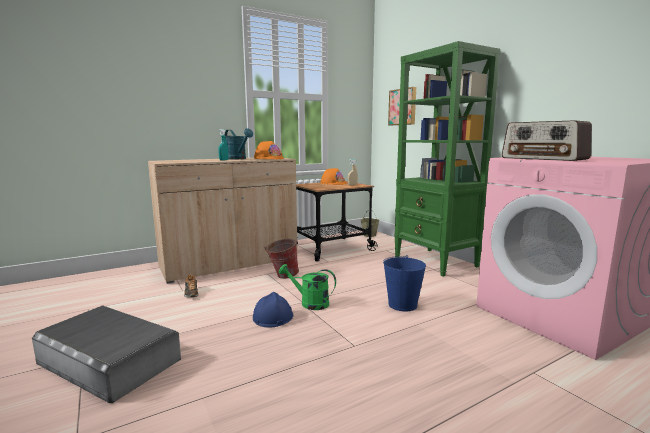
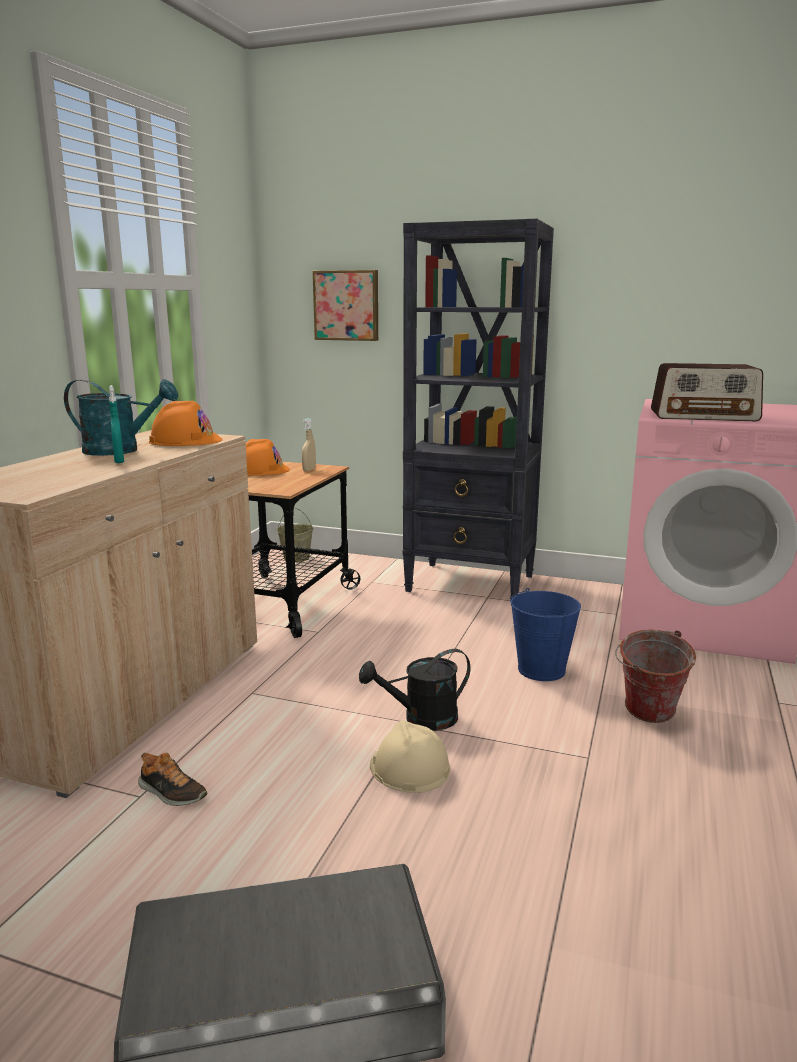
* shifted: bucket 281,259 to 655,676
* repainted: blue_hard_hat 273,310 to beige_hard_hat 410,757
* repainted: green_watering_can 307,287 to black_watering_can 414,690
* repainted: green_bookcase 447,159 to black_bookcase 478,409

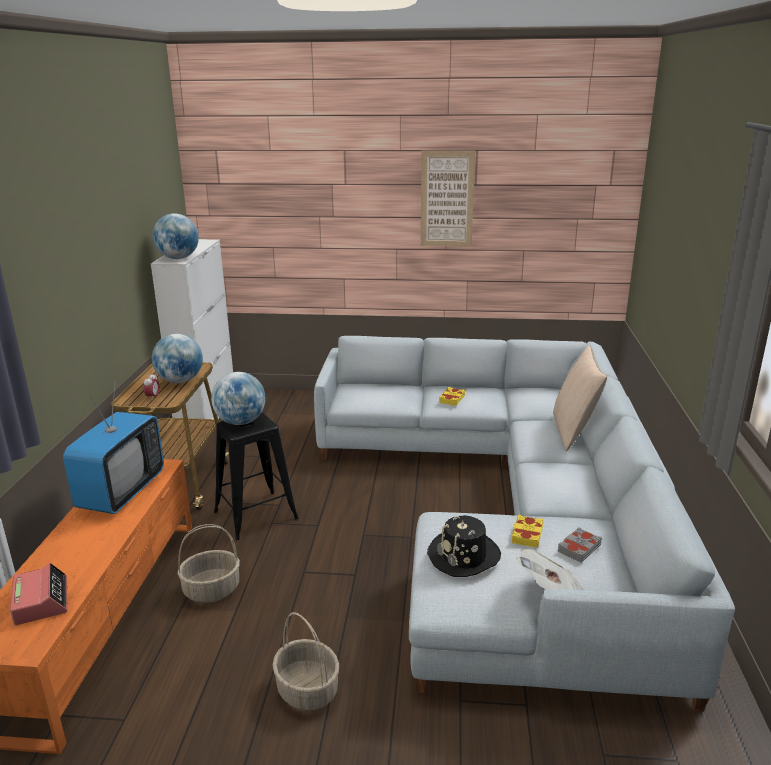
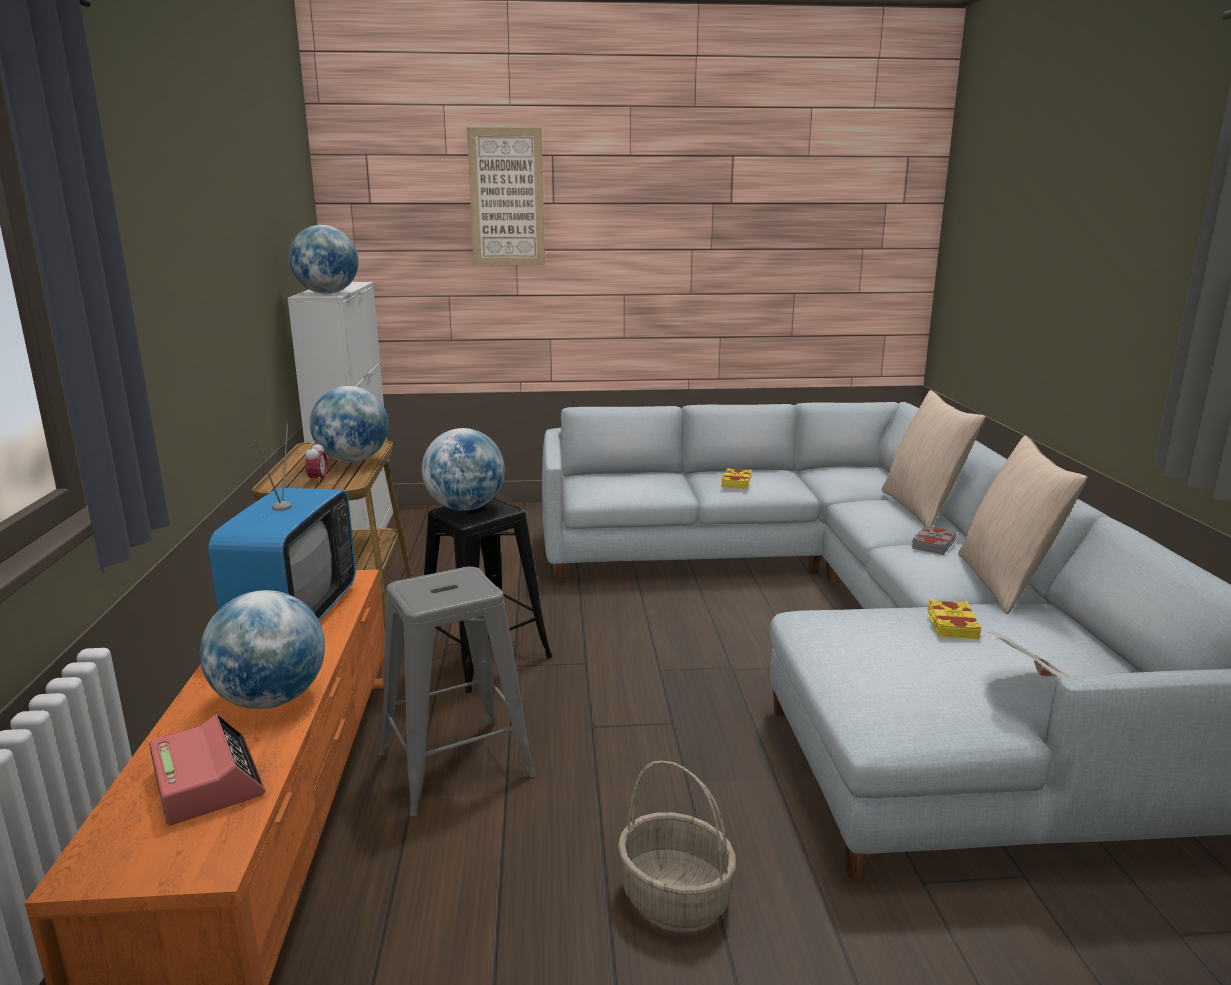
* gone: black_hat 464,546
* new: globe 262,649
* new: beige_pillow 1023,525
* shifted: picture 448,199 to 506,196
* shifted: grey_book 580,545 to 934,540
* swapped: basket 209,563 to grey_stool 457,691

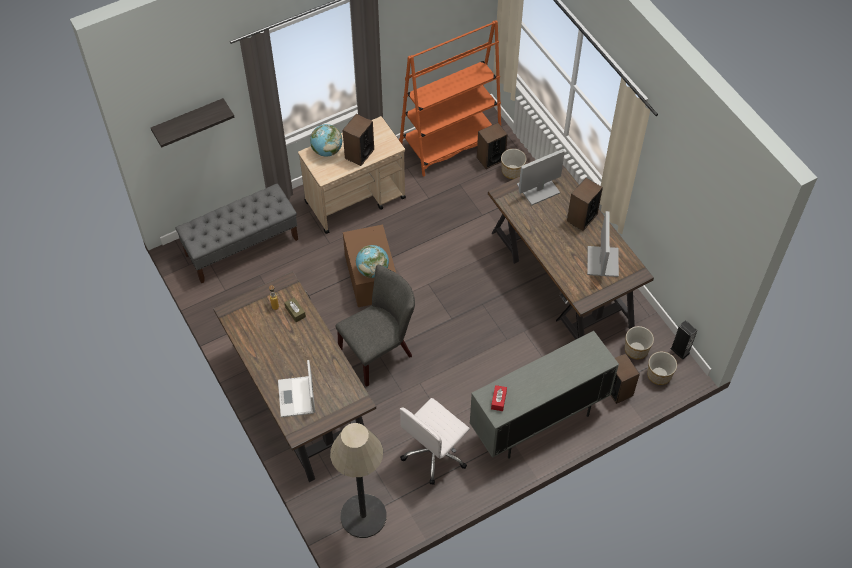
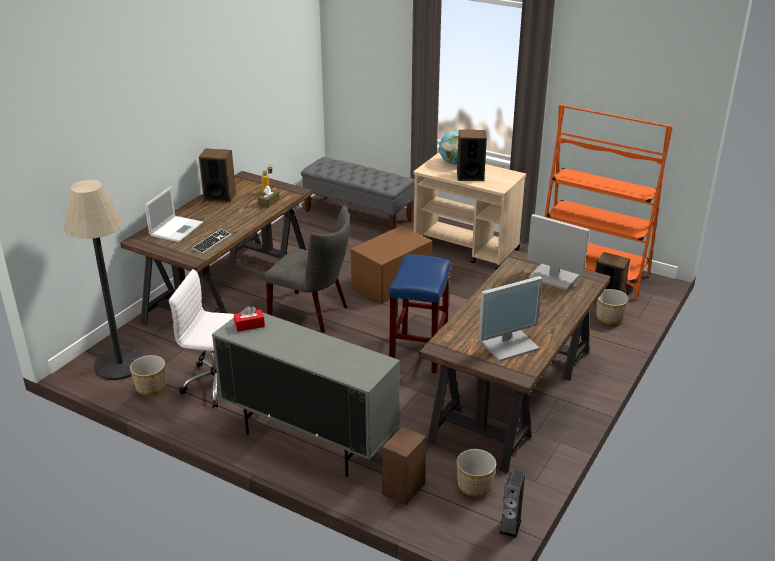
* gone: shelf 193,123
* gone: globe 372,261
* new: keyboard 211,241
* new: blue_stool 420,314
* shifted: speaker 585,204 to 217,176
* shifted: planter 662,368 to 148,375
* rotated: laptop 296,388 = 174,214 150 degrees clockwise

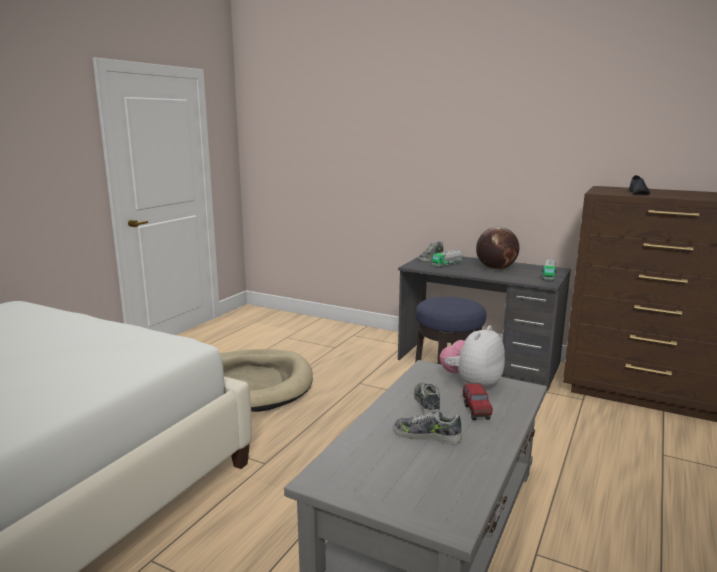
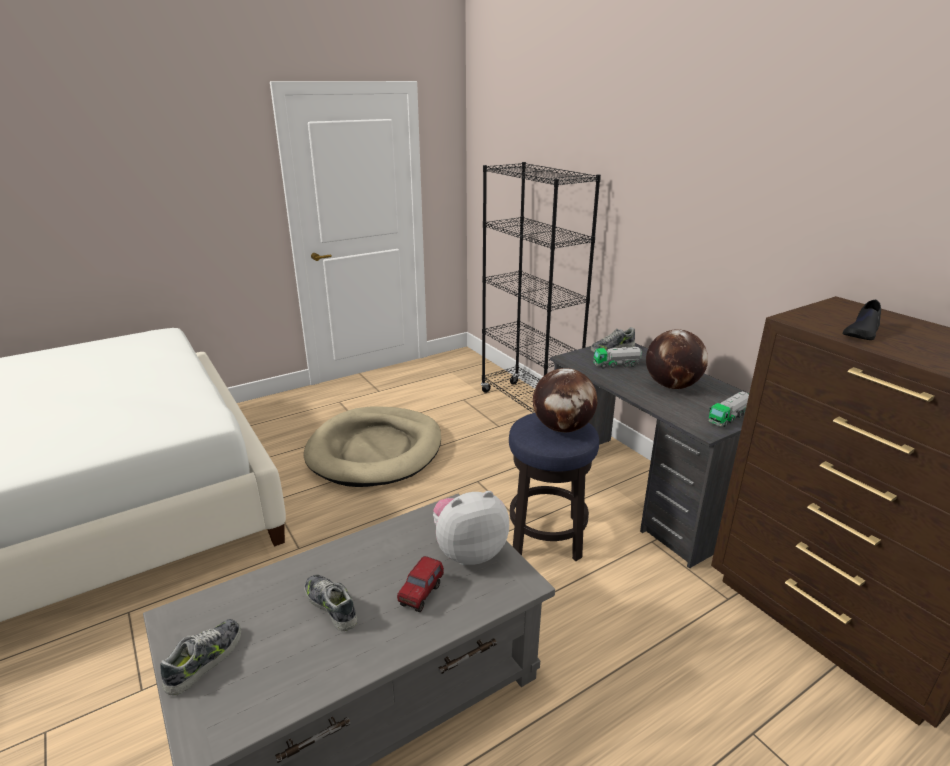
* new: black_bookcase 541,287
* new: globe 565,400
* shifted: shoe 427,399 to 200,657

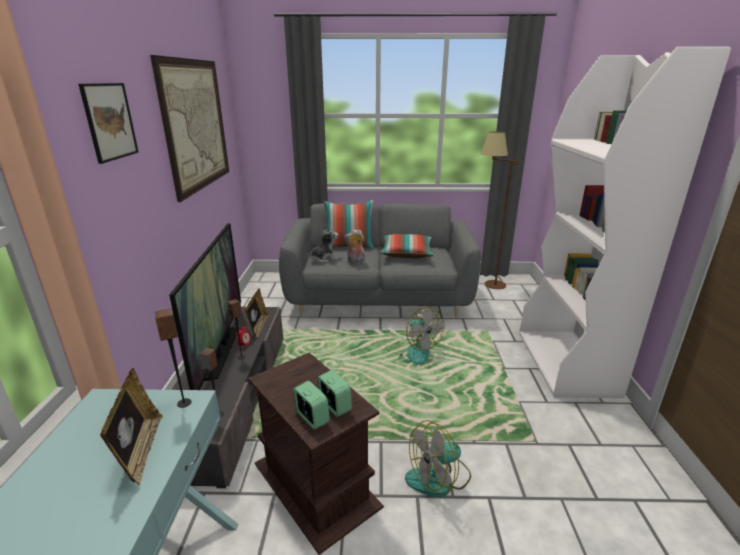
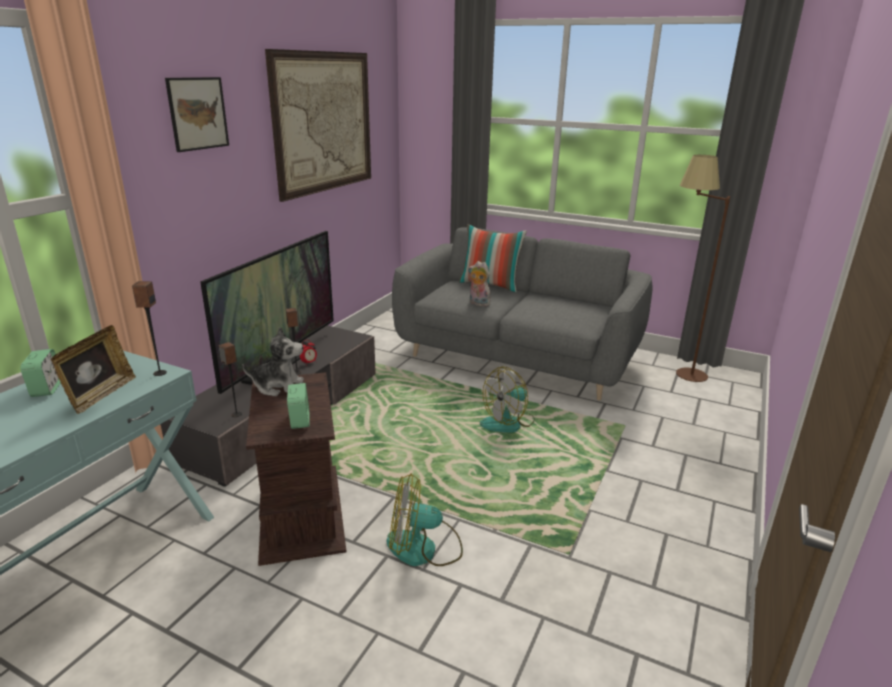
* gone: picture_frame 257,313
* gone: pillow 407,246
* gone: white_bookcase 625,222
* shifted: alarm_clock 311,405 to 40,373
* shifted: plush_toy 322,244 to 273,361
* rotated: fan 418,335 = 507,399 60 degrees clockwise

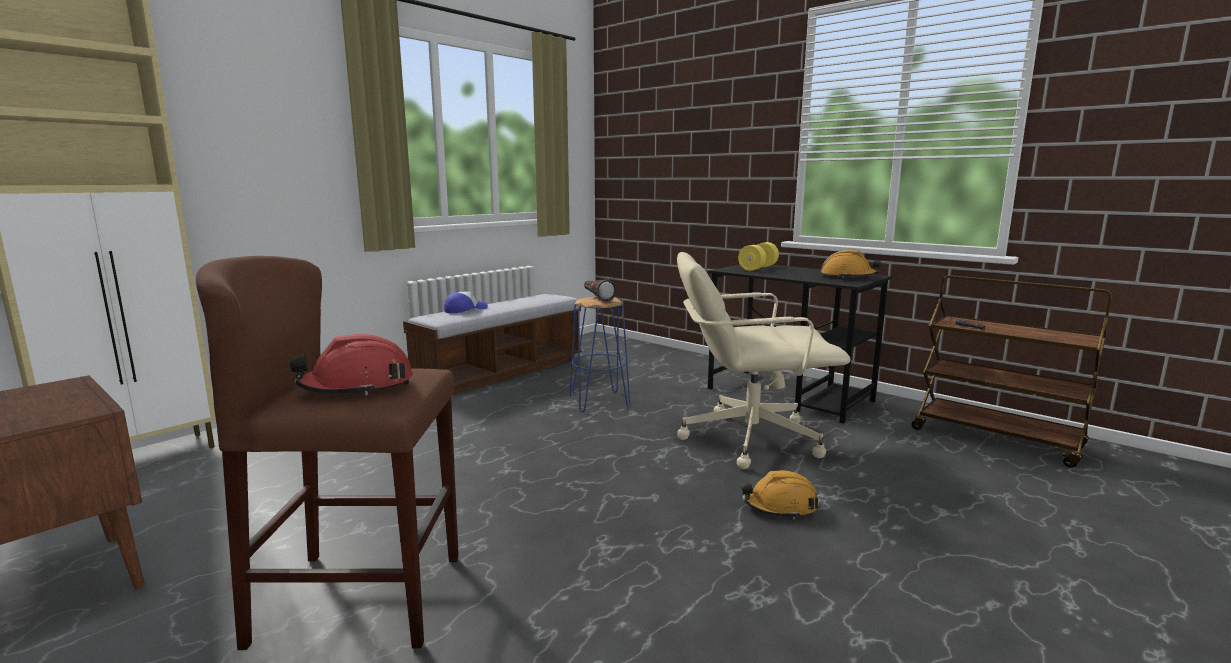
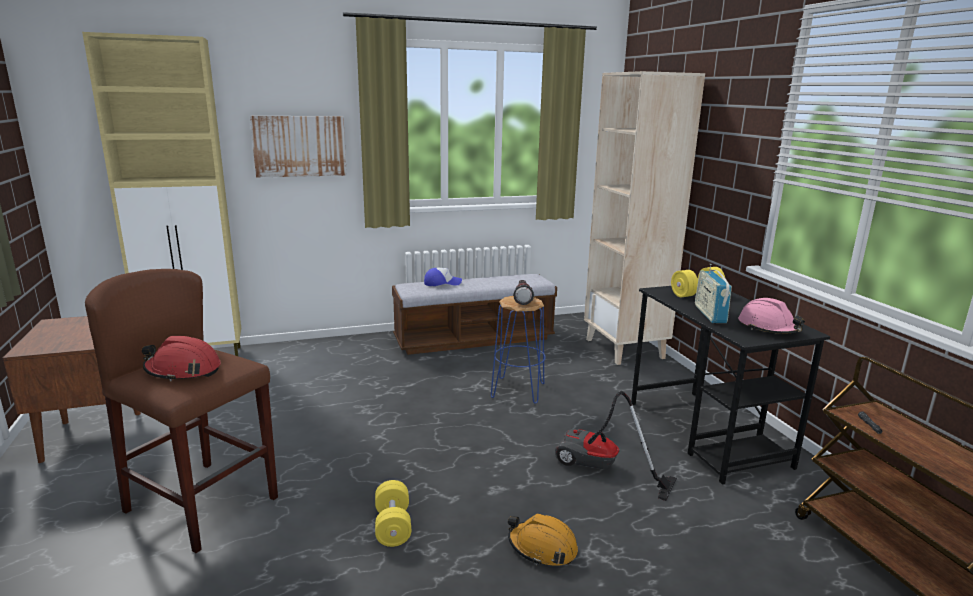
* new: picture 298,146
* new: yellow_dumbbell 393,513
* new: beige_bookcase 644,218
* new: radio 713,293
* swapped: beige_office_chair 763,360 to vacuum_cleaner 616,446
* repainted: orange_hard_hat 851,264 to pink_hard_hat 771,316

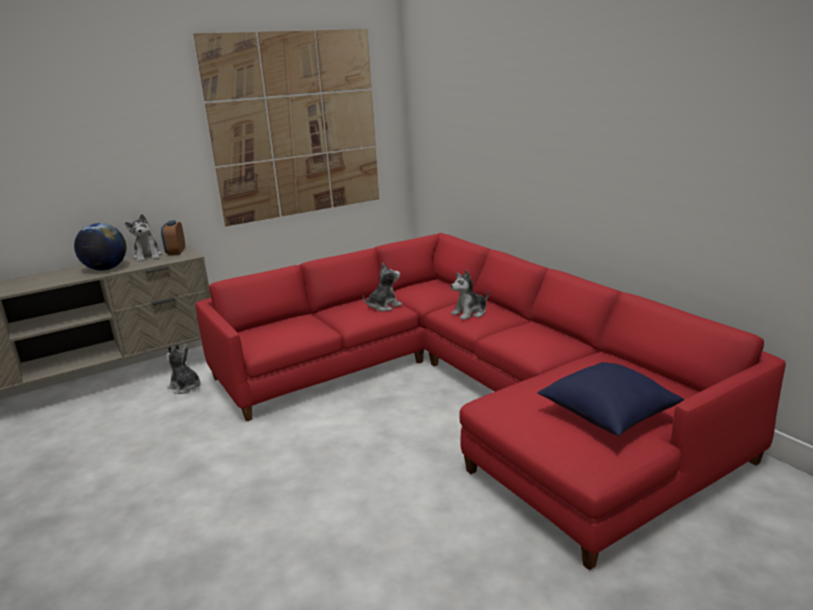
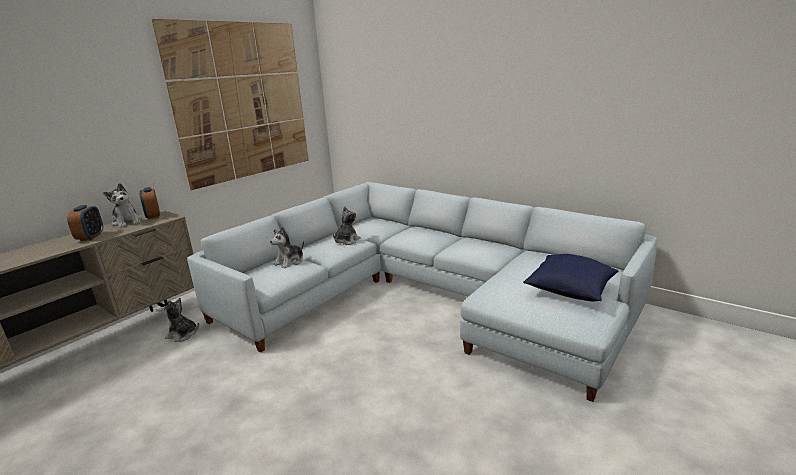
* shifted: plush_toy 469,295 to 287,247
* swapped: globe 100,246 to alarm_clock 85,223
* repainted: red_sofa 491,401 to grey_sofa 422,292

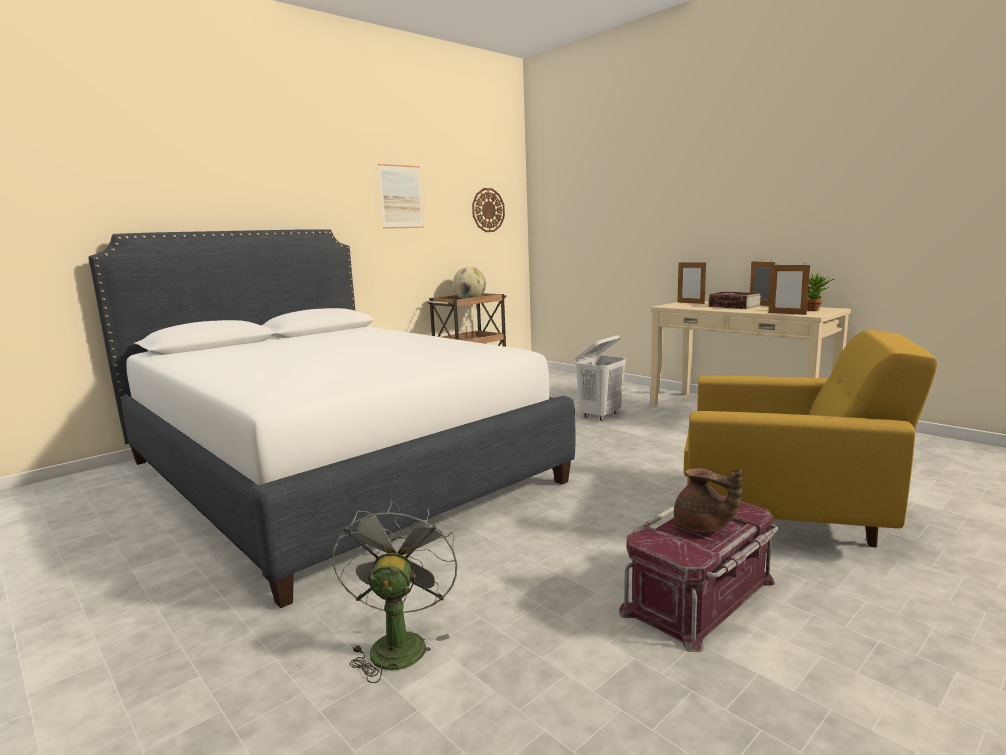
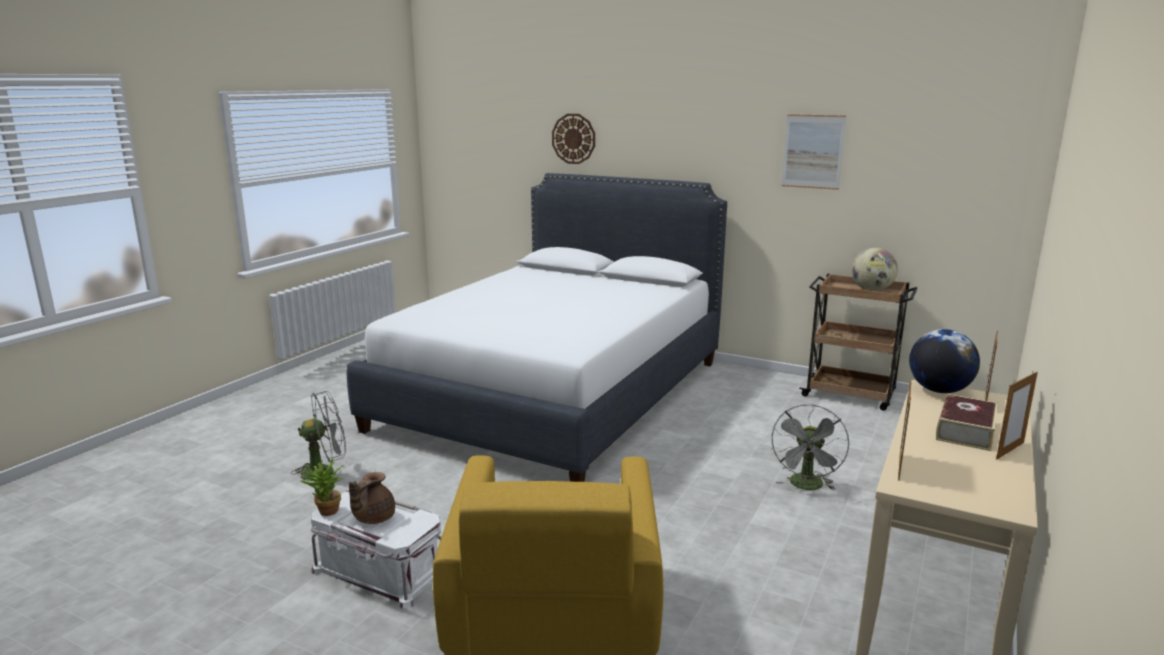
* new: globe 944,361
* shifted: wall_clock 488,210 to 573,139
* shifted: potted_plant 820,292 to 322,487
* swapped: white_laundry_basket 600,378 to grey_fan 810,447
* repainted: red_storage_box 698,573 to white_storage_box 376,550

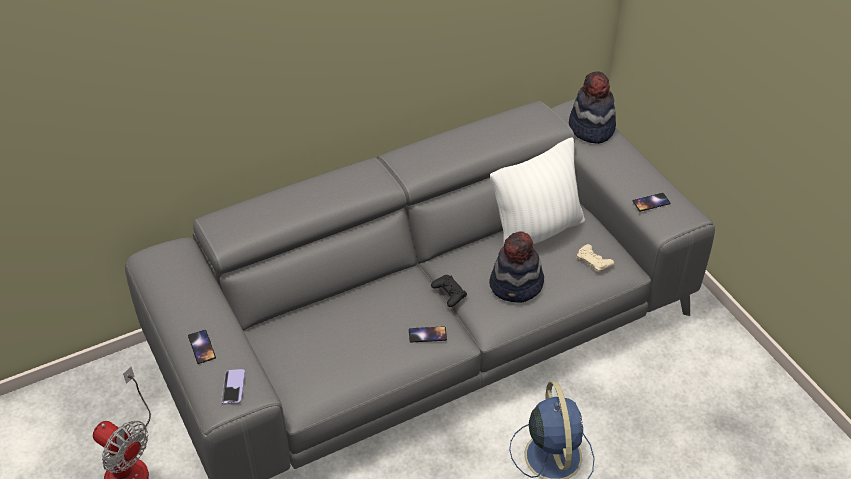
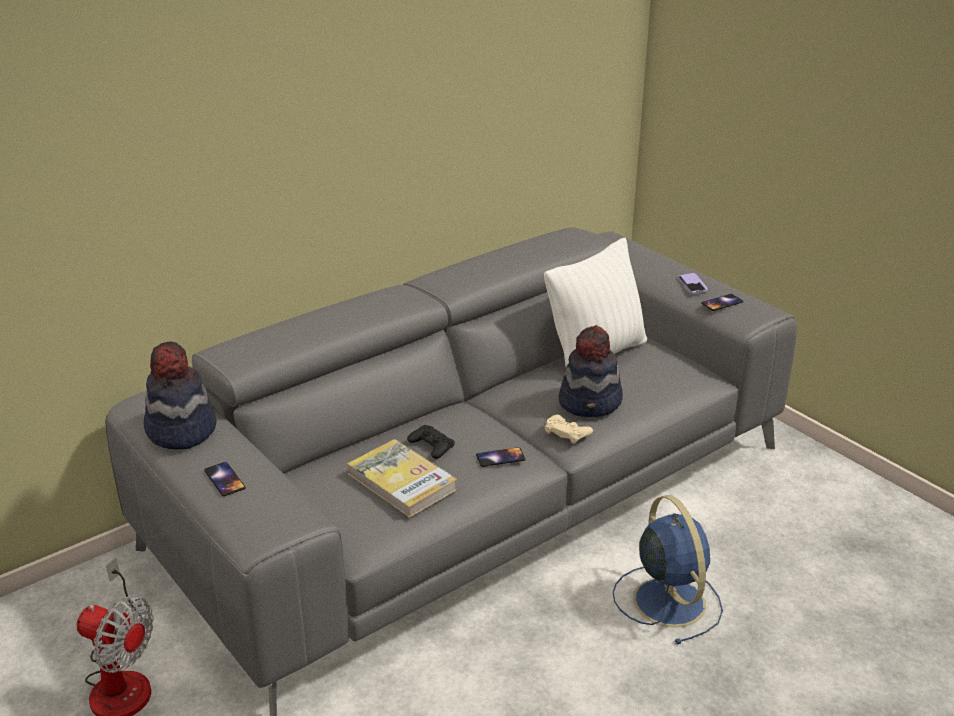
* new: book 402,478
* shifted: phone 233,387 to 693,283
* shifted: black_game_controller 449,291 to 431,442
* shifted: hat 592,107 to 180,395
* shifted: beige_game_controller 595,258 to 569,429

